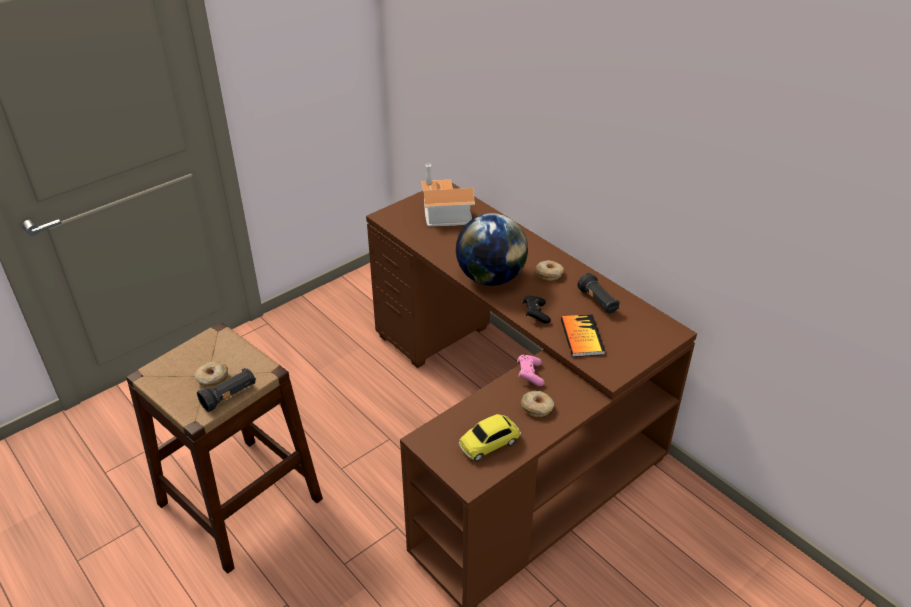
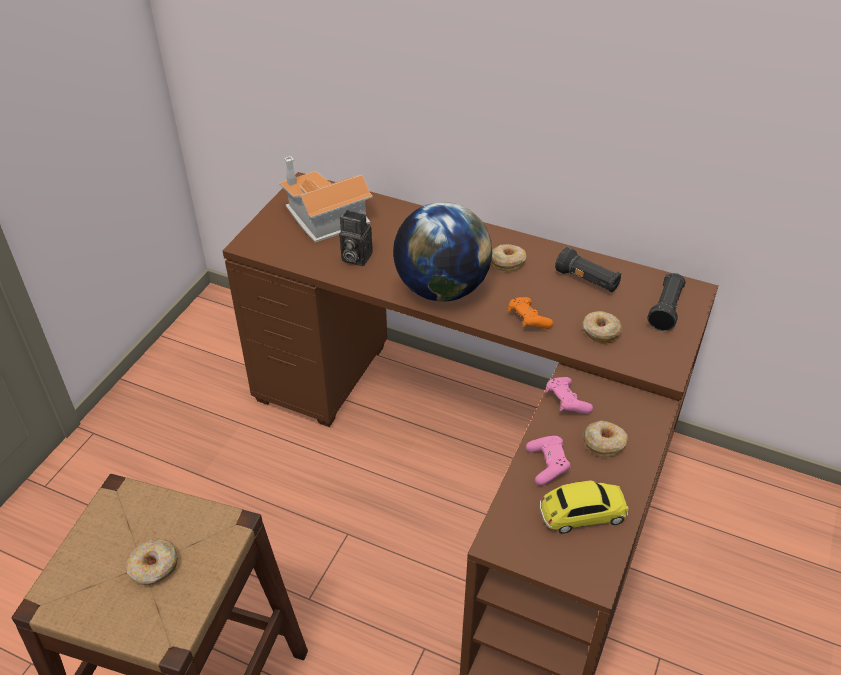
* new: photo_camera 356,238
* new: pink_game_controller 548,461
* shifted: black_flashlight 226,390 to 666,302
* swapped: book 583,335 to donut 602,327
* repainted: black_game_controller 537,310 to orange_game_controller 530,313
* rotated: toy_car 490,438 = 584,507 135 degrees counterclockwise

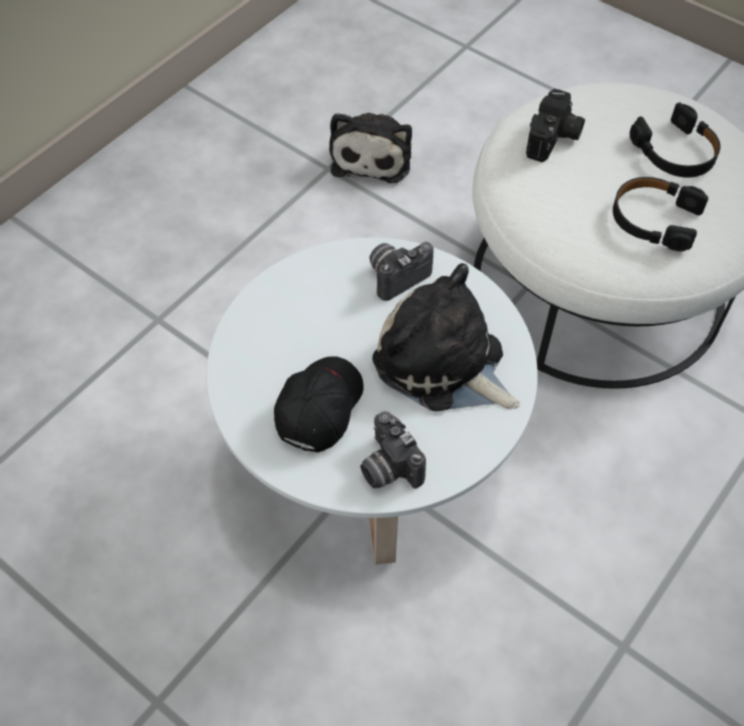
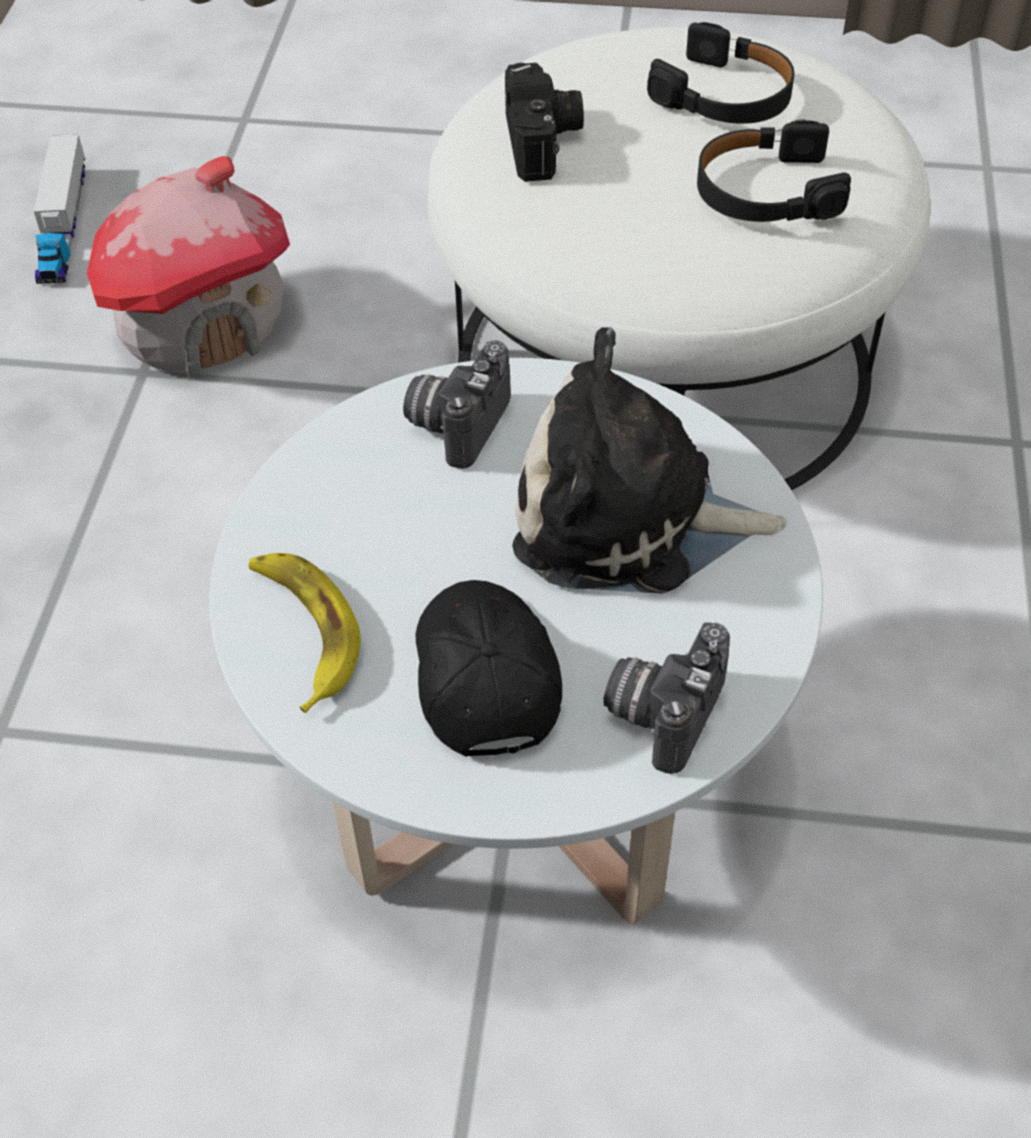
* new: toy_truck 59,209
* new: banana 305,633
* swapped: plush_toy 370,148 to toy_house 188,267
* rotated: photo_camera 393,450 = 666,698 90 degrees clockwise

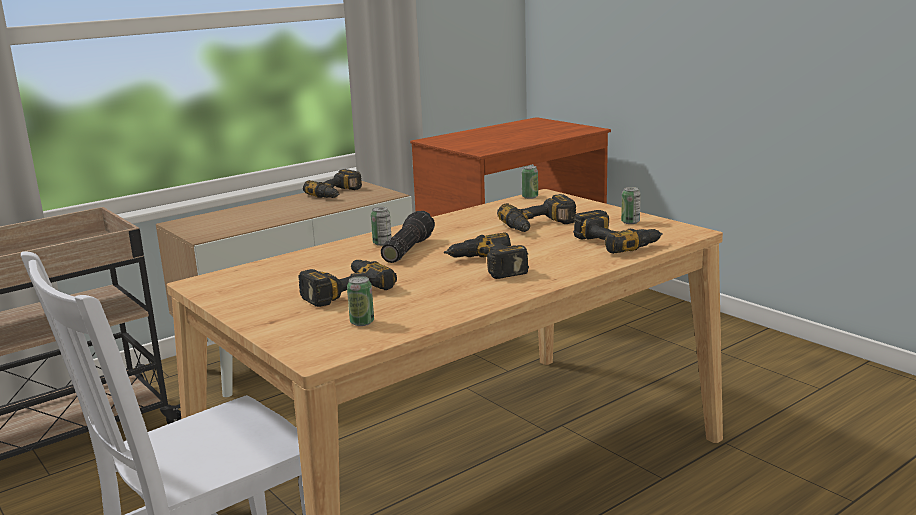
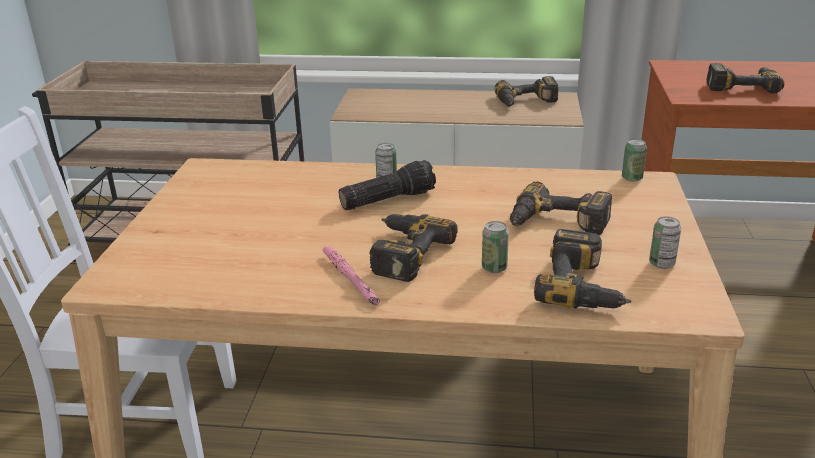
* new: pink_flashlight 351,276
* shifted: power_drill 347,283 to 745,78
* shifted: can 360,301 to 495,247

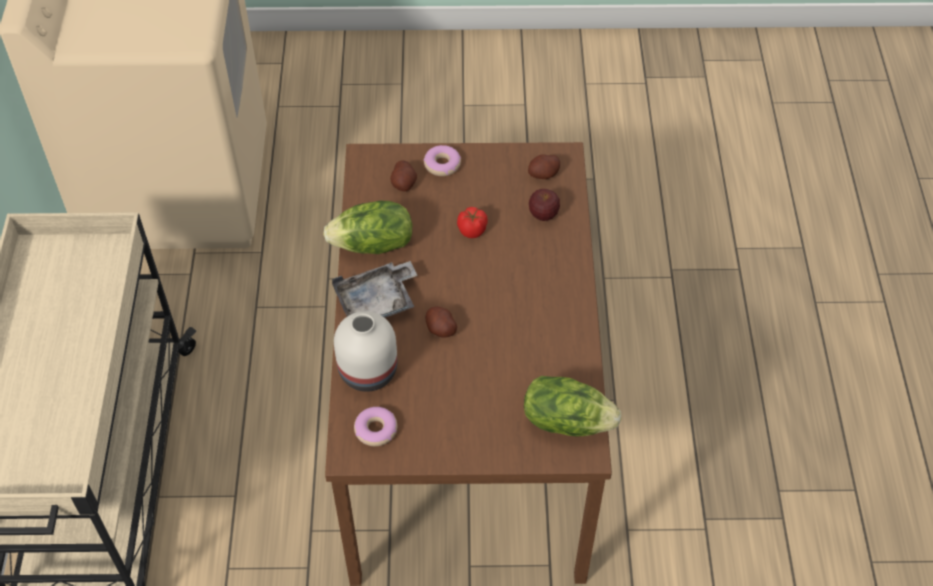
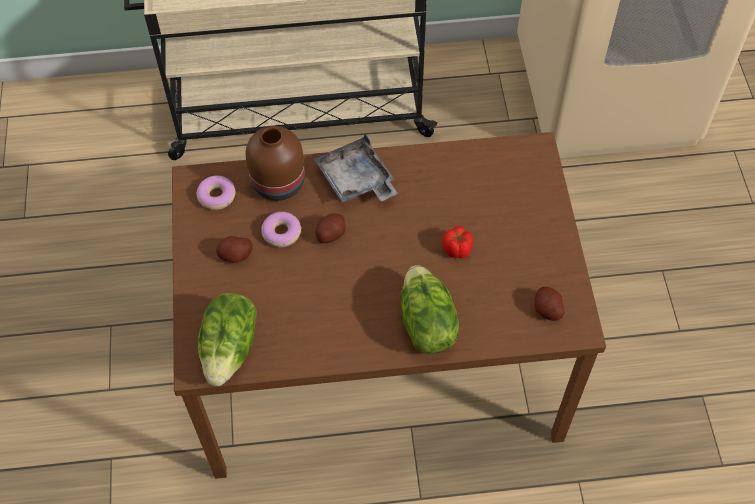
* gone: apple 544,205
* shifted: lettuce 367,227 to 430,309
* shifted: potato 403,176 to 234,249
* shifted: donut 442,160 to 281,229
* repainted: white_vase 365,351 to brown_vase 275,163

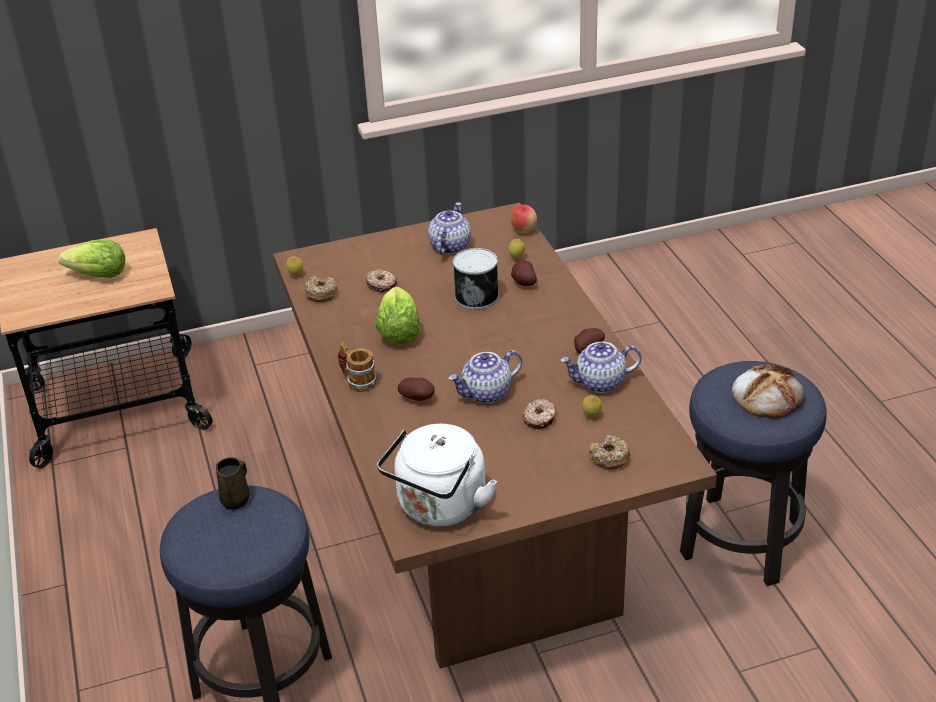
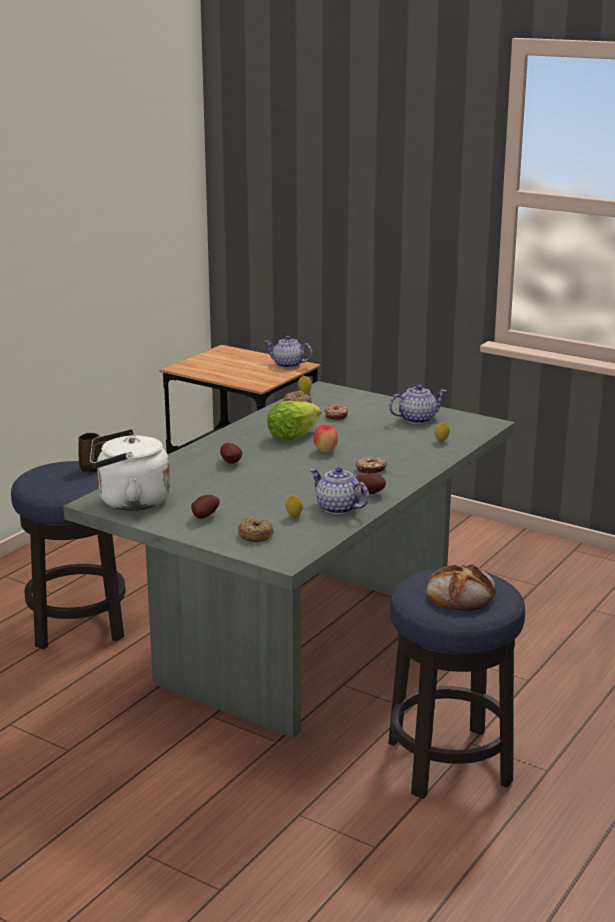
* gone: lettuce 91,259
* gone: mug 357,367
* gone: can 476,279
* shifted: teapot 485,376 to 288,352
* shifted: apple 523,218 to 326,439
* shifted: potato 524,273 to 205,507
* shifted: donut 539,414 to 371,465
* repainted: brown_dining_table 495,436 to grey_dining_table 289,559

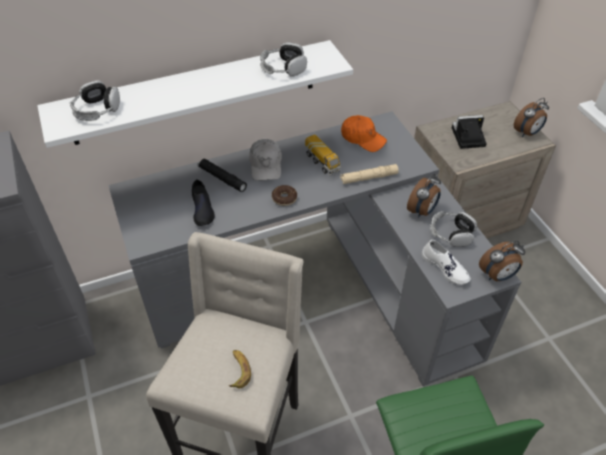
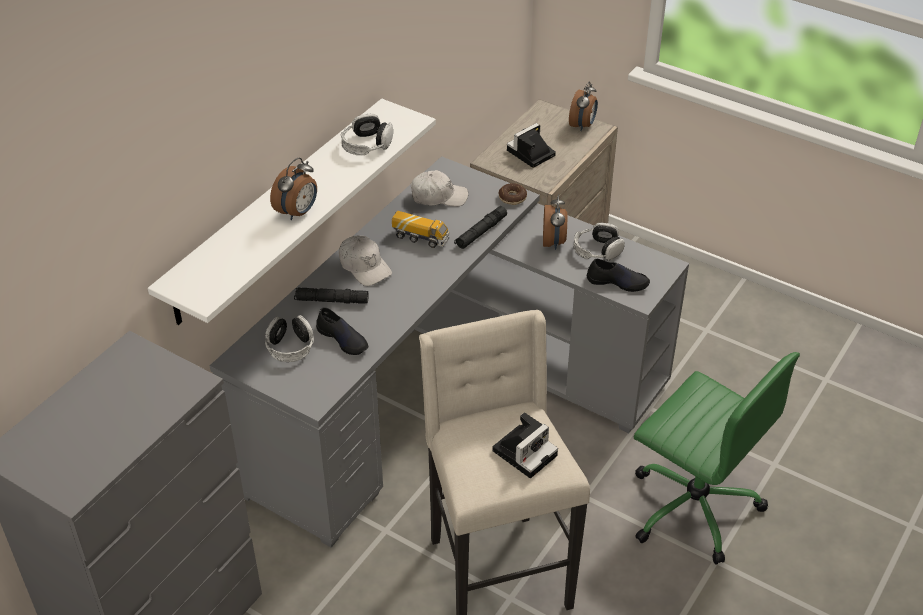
* shifted: headphones 95,100 to 289,338
* shifted: donut 284,195 to 513,194
* shifted: alarm_clock 502,261 to 293,189
* swapped: banana 240,369 to photo_camera 525,445
* repainted: beige_flashlight 369,174 to black_flashlight 480,227
* repainted: orange_cap 364,133 to white_cap 439,188
* repainted: white_shoe 446,262 to black_shoe 618,275

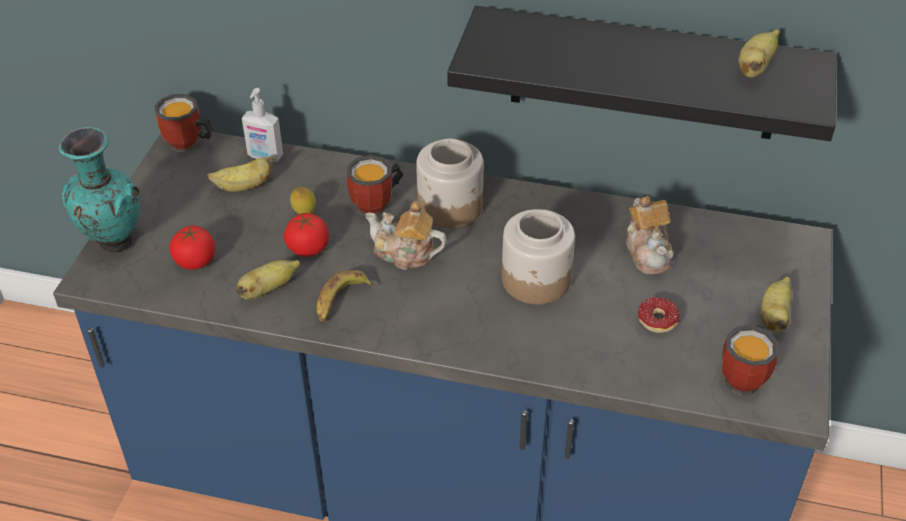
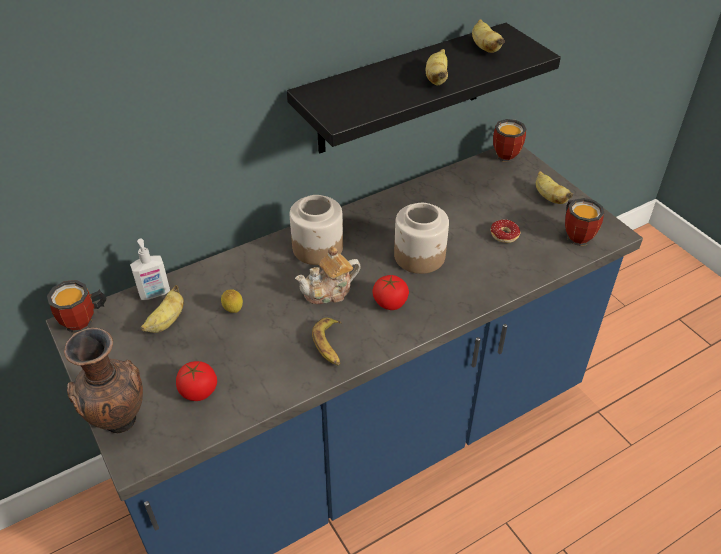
* gone: teapot 650,235
* shifted: banana 268,279 to 437,67
* shifted: tomato 306,235 to 391,292
* shifted: mug 375,185 to 510,140
* repainted: turquoise_vase 99,190 to brown_vase 103,380

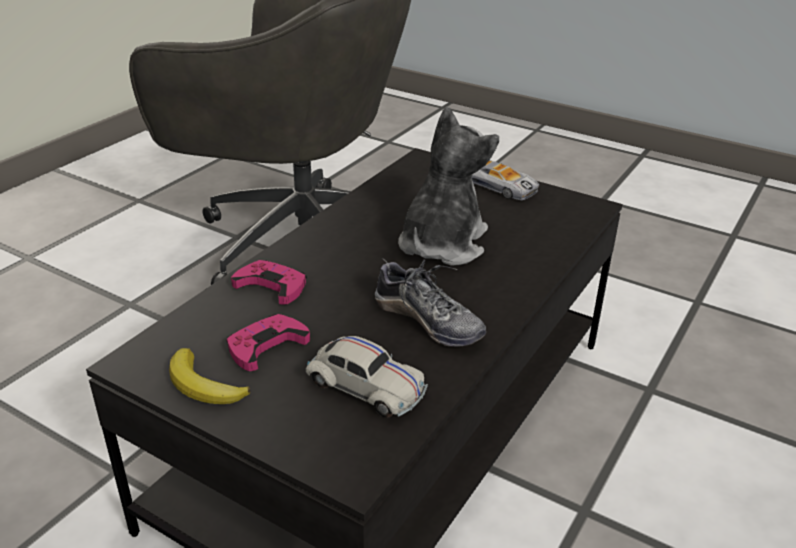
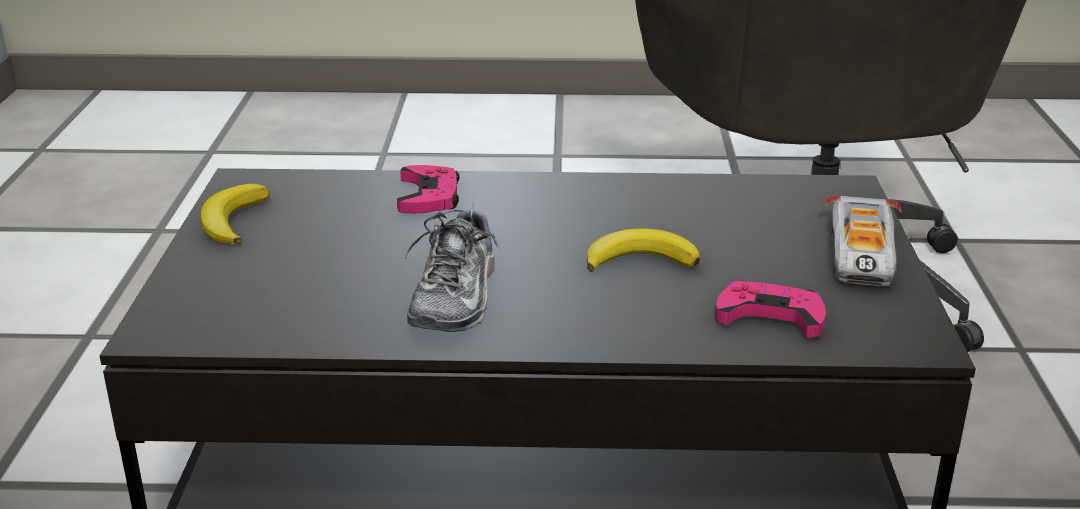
* gone: white_toy_car 367,377
* shifted: pink_game_controller 268,342 to 770,309
* swapped: plush_toy 448,186 to banana 643,250

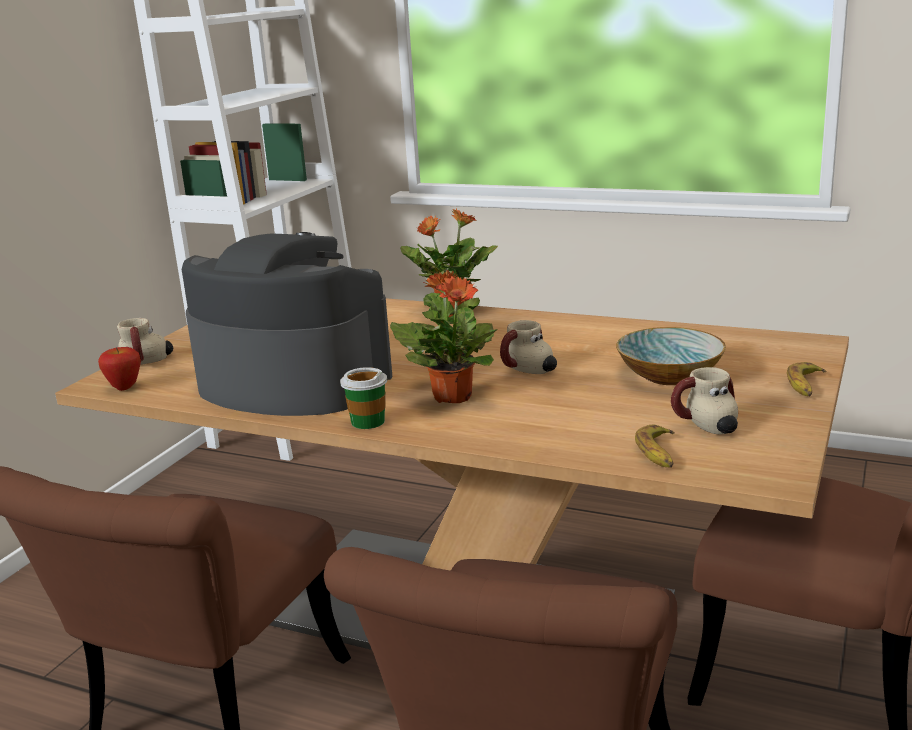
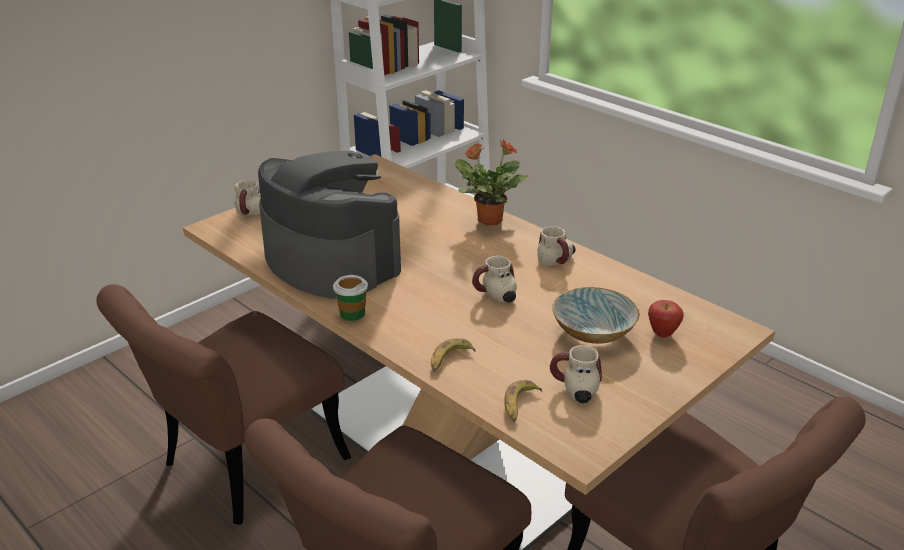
* gone: potted_plant 444,336
* new: mug 556,246
* shifted: apple 119,369 to 666,319
* shifted: banana 806,379 to 453,355

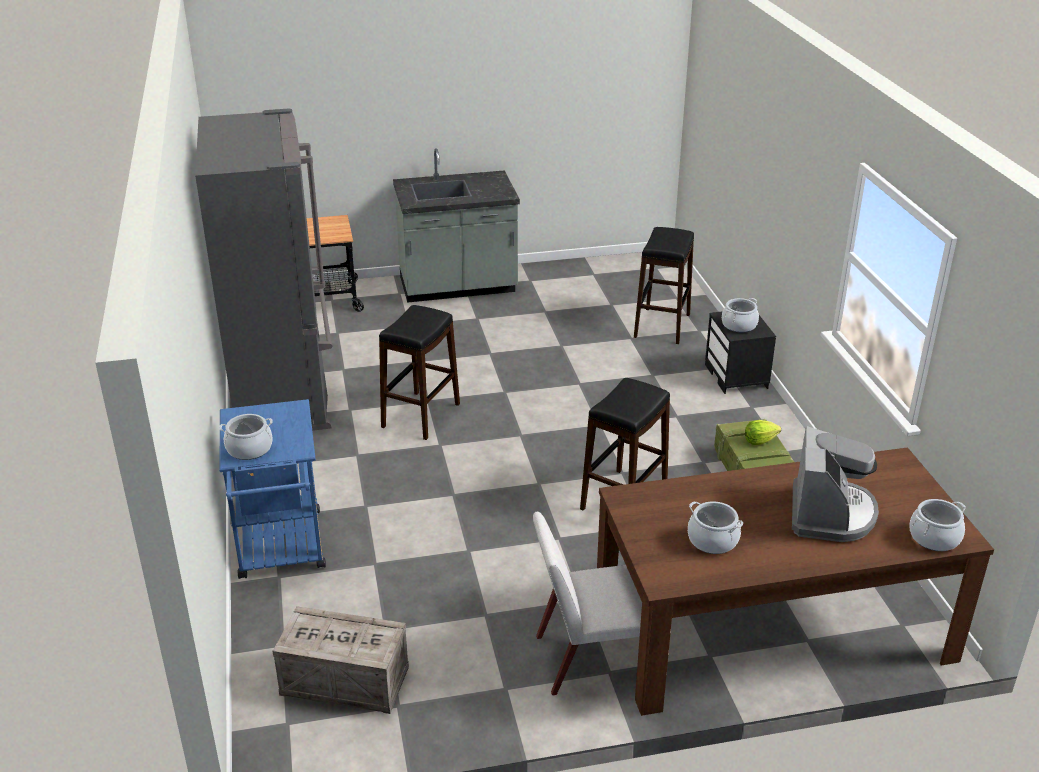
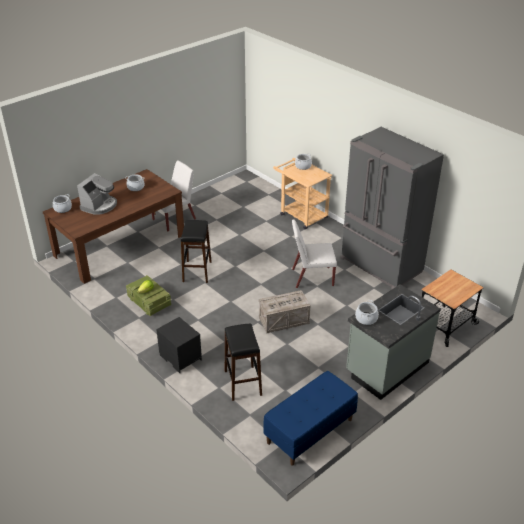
* new: blue_bench 310,418
* shifted: crate 341,660 to 285,311
* shifted: cooking_pot 740,315 to 367,312
* swapped: black_stool 419,372 to white_chair 314,253
* repainted: blue_cart 272,489 to beige_cart 302,193
* rotated: coffee_machine 835,484 = 97,194 135 degrees counterclockwise

